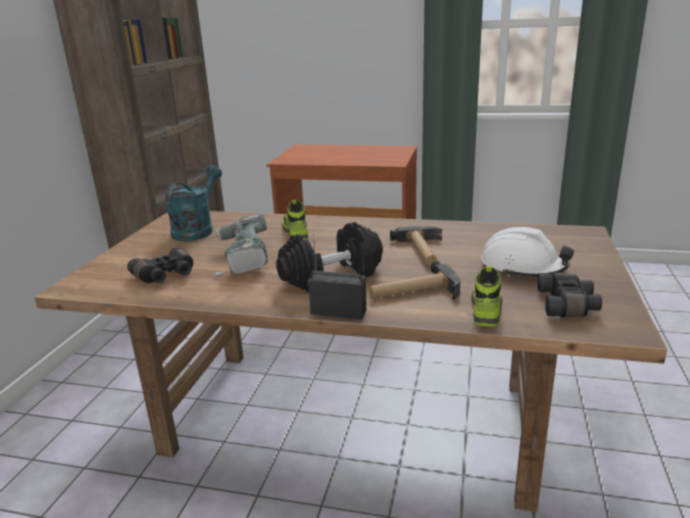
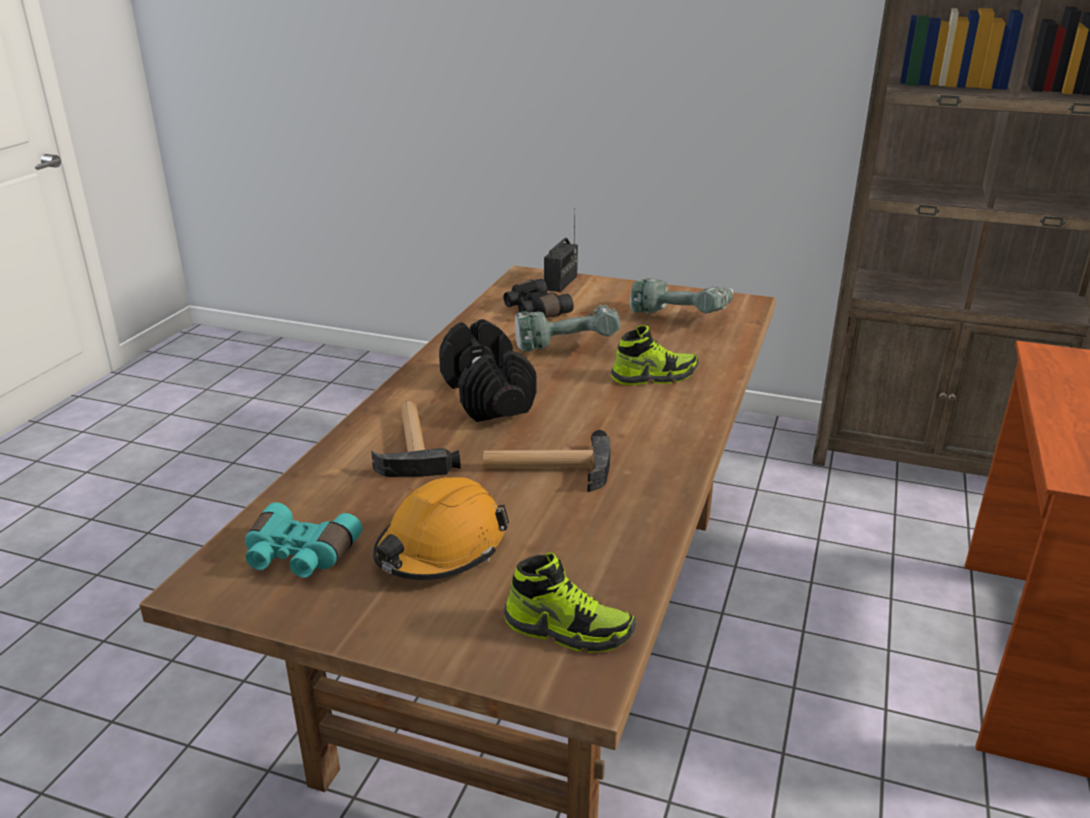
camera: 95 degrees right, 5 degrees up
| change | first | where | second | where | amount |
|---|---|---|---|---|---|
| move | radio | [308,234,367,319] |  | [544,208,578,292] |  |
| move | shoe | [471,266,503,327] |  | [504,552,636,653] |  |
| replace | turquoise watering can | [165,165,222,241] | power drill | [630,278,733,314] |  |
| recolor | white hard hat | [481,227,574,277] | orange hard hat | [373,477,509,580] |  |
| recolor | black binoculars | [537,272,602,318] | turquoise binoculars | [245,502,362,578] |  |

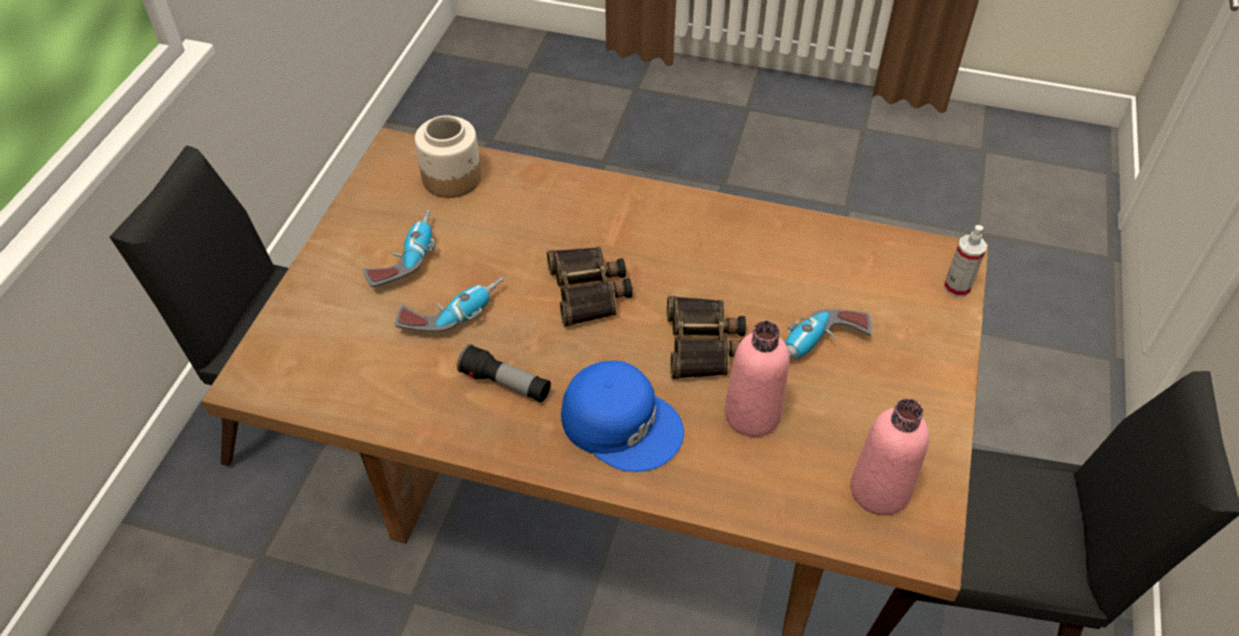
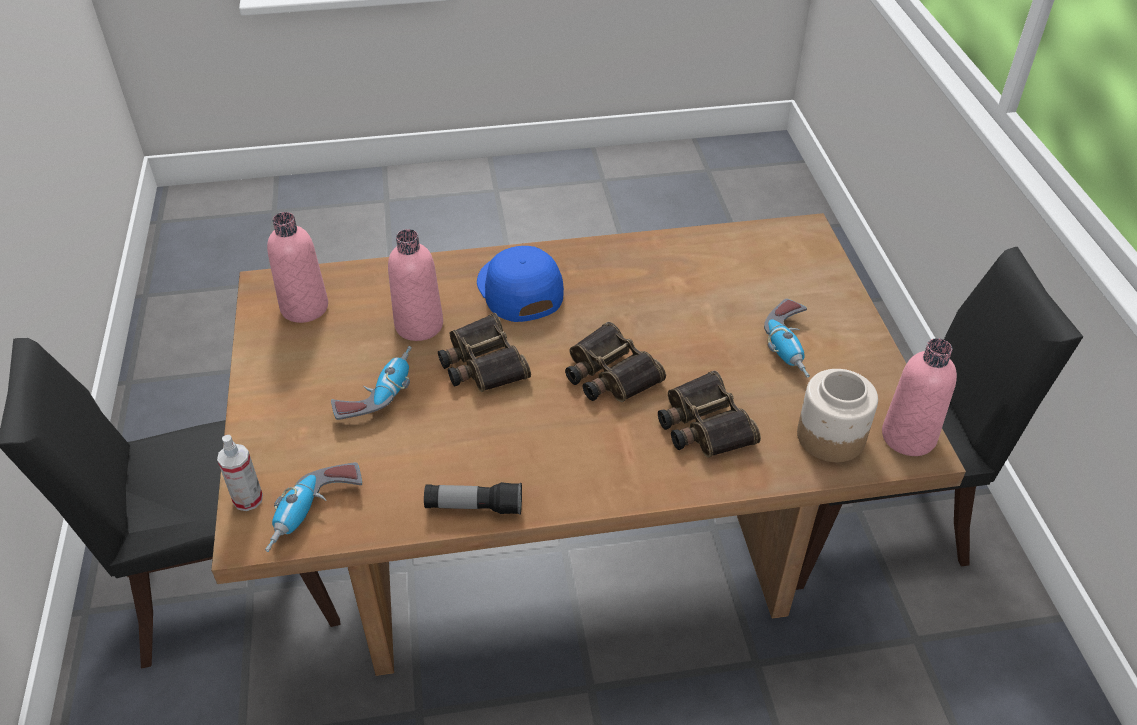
camera: 155 degrees right, 5 degrees down
| change | first | where | second | where | amount |
|---|---|---|---|---|---|
| insert |  |  | binoculars | [658,370,761,458] |  |
| insert |  |  | pink bottle | [882,338,957,456] |  |
| move | power drill | [395,277,504,332] |  | [265,462,362,552] |  |
| move | flashlight | [457,344,551,402] |  | [424,482,522,515] |  |
| rotate | blue cap | [561,361,684,472] |  | [477,246,564,322] | 60 degrees clockwise |

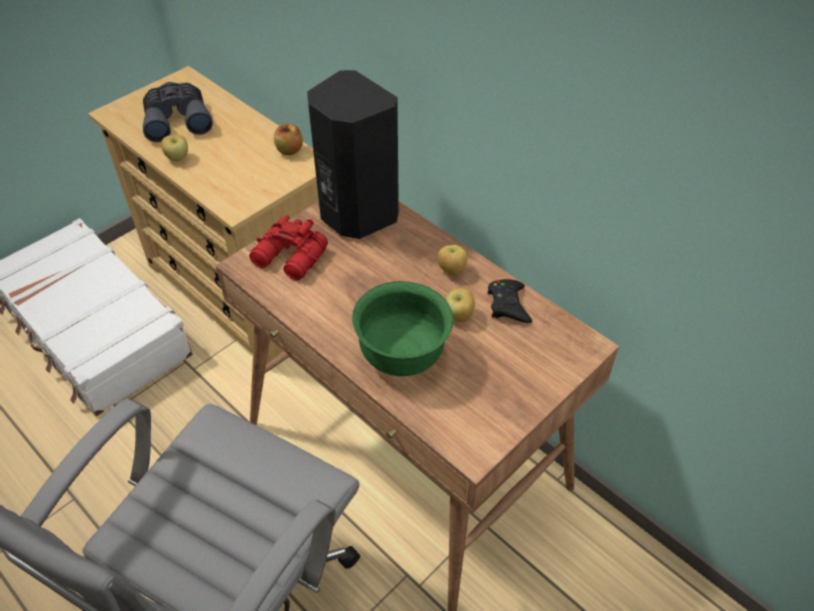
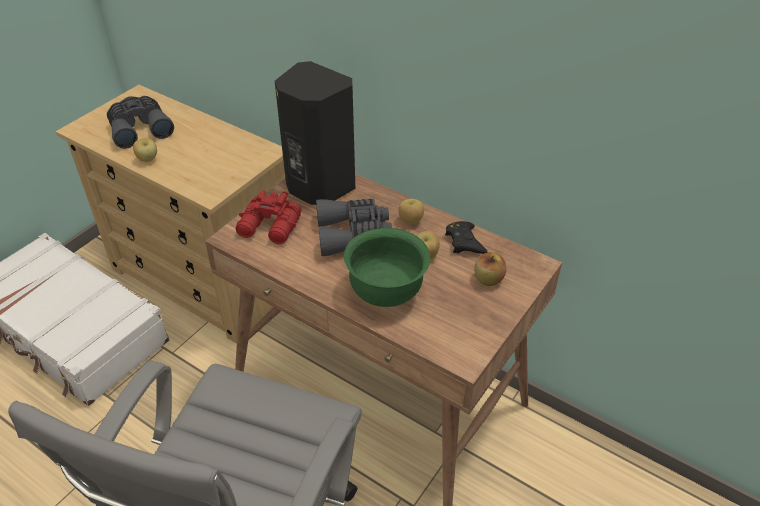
camera: 10 degrees left, 5 degrees down
| change | first | where | second | where | amount |
|---|---|---|---|---|---|
| insert |  |  | grey binoculars | [316,199,392,256] |  |
| move | apple | [274,124,303,155] |  | [474,252,506,286] |  |

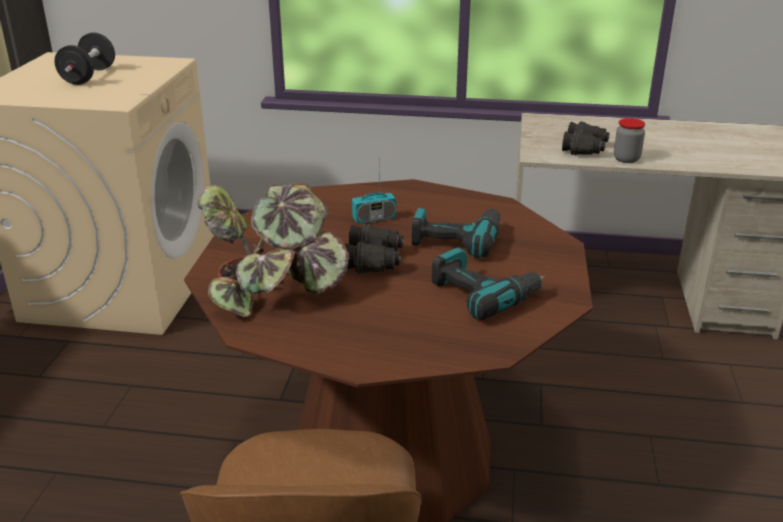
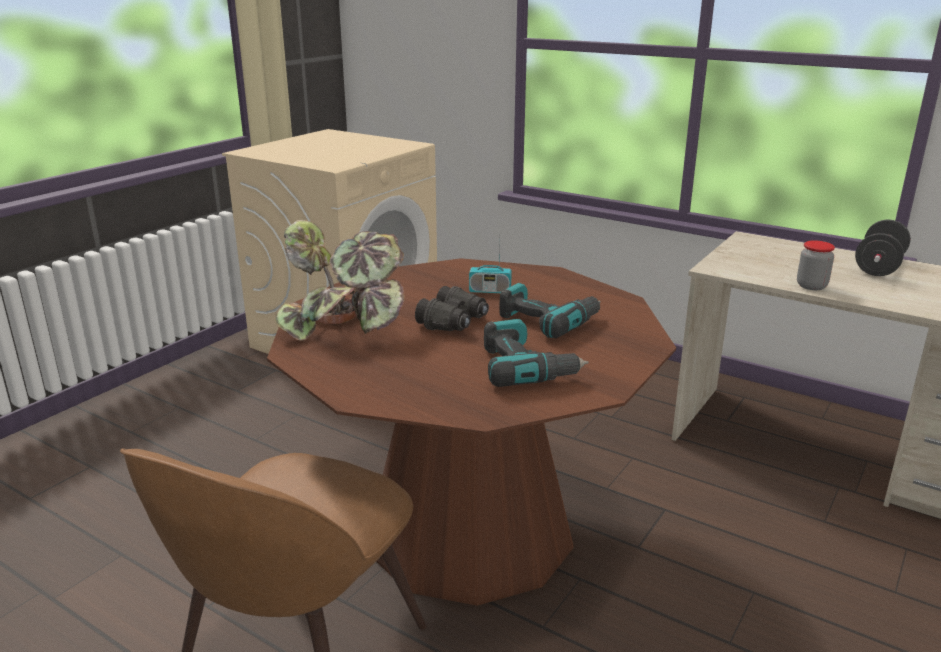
camera: 25 degrees right, 5 degrees down
| change | first | where | second | where | amount |
|---|---|---|---|---|---|
| delete | black binoculars | [562,121,610,155] |  |  |  |
| move | black dumbbell | [54,32,115,85] |  | [855,219,911,276] |  |

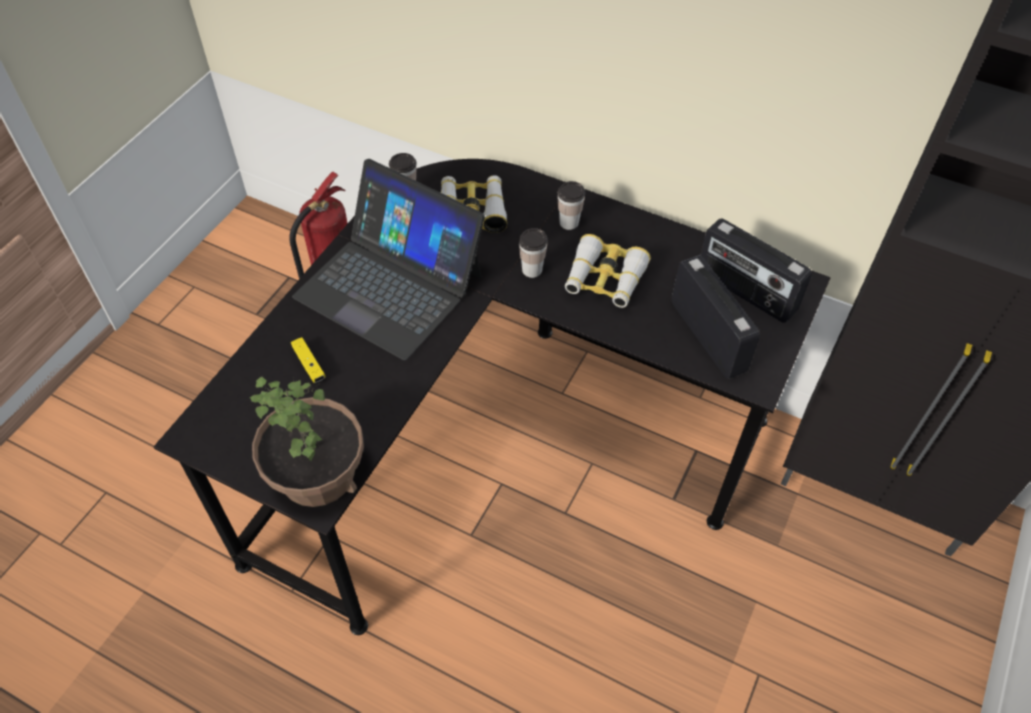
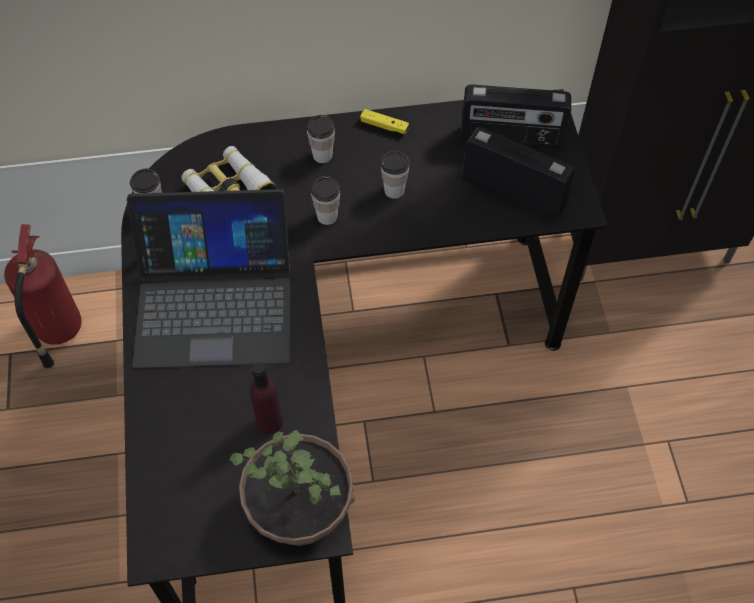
camera: 35 degrees left, 5 degrees up
| change | first | where | second | where | amount |
|---|---|---|---|---|---|
| insert |  |  | purple bottle | [250,362,283,434] |  |
| move | yellow game controller | [291,337,325,383] |  | [360,109,409,134] |  |
| replace | binoculars | [565,234,651,308] | cup | [380,151,410,199] |  |

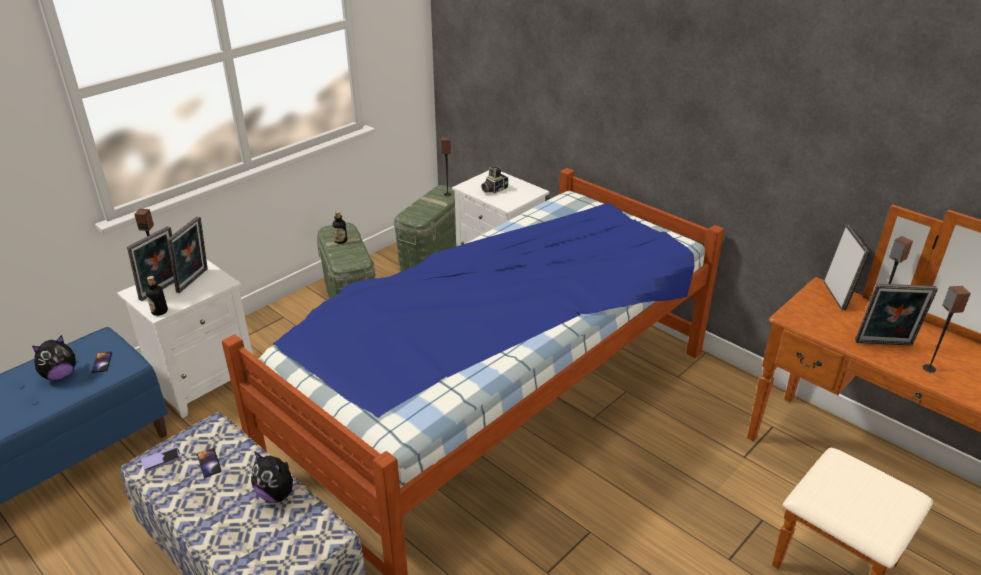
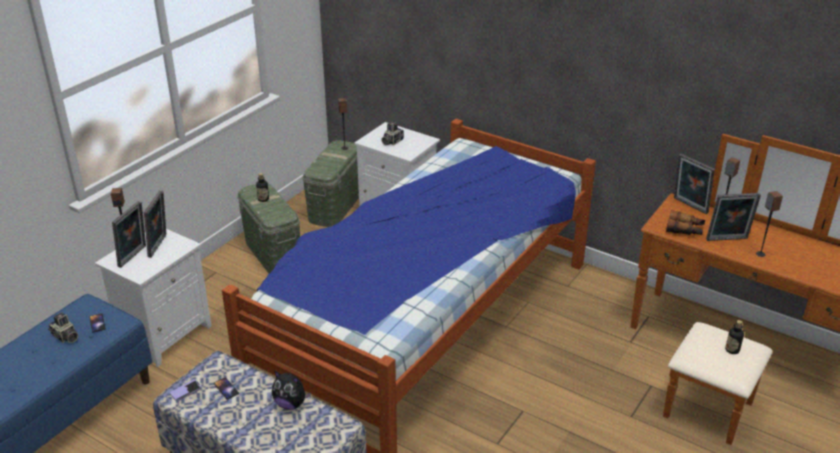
camera: 10 degrees left, 0 degrees up
| change | first | where | second | where | amount |
|---|---|---|---|---|---|
| insert |  |  | binoculars | [666,210,705,235] |  |
| move | bottle | [146,276,168,316] |  | [725,320,744,354] |  |
| replace | plush toy | [32,335,76,380] | photo camera | [48,312,78,343] |  |
| rotate | picture frame | [823,225,871,310] |  | [674,154,715,214] | 150 degrees clockwise |

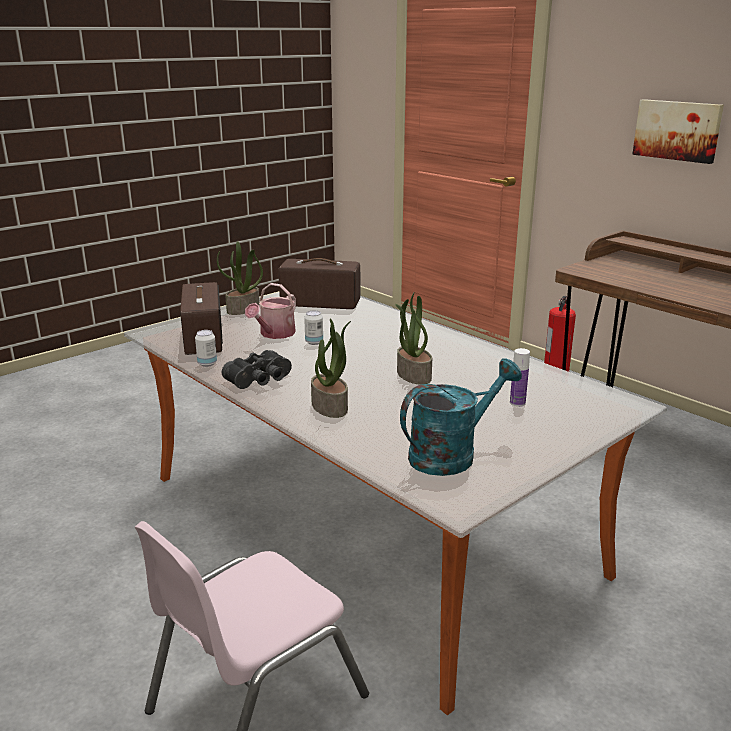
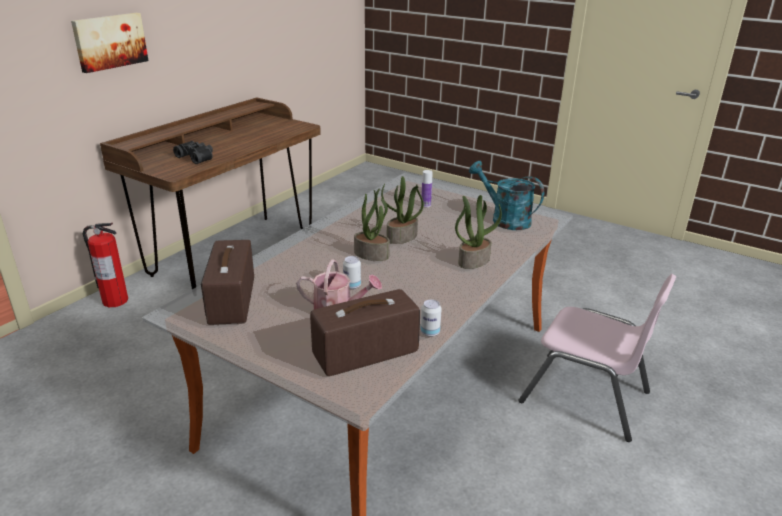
camera: 105 degrees left, 5 degrees up
| change | first | where | second | where | amount |
|---|---|---|---|---|---|
| move | potted plant | [217,241,263,315] |  | [354,188,390,261] |  |
| move | black binoculars | [222,350,292,389] |  | [173,141,213,164] |  |

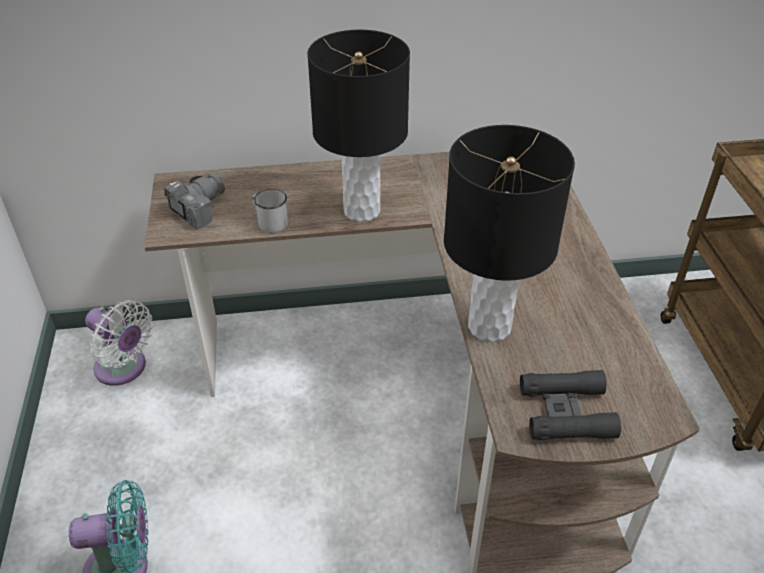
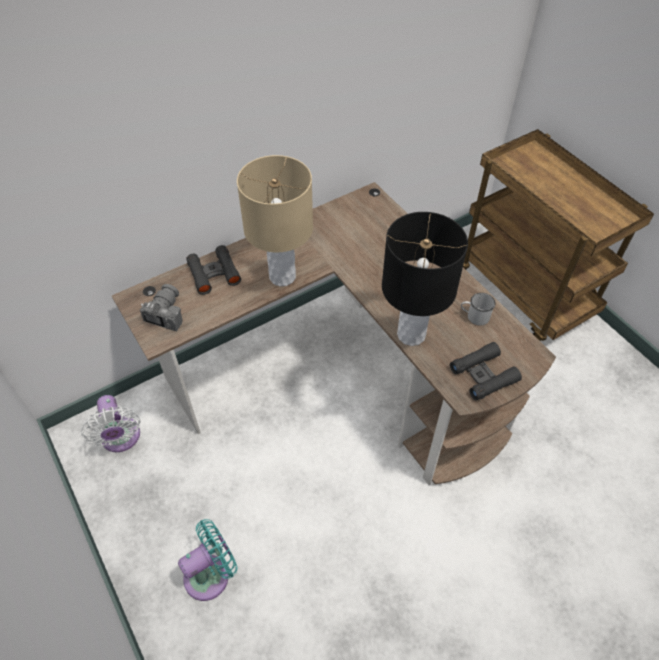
camera: 25 degrees left, 10 degrees up
| change | first | where | second | where | amount |
|---|---|---|---|---|---|
| insert |  |  | black binoculars | [186,245,241,295] |  |
| move | white mug | [251,189,288,233] |  | [461,293,496,326] |  |
| recolor | black table lamp | [307,29,410,222] | beige table lamp | [237,155,313,286] |  |
| rotate | white fan | [85,300,153,386] |  | [81,395,140,452] | 60 degrees clockwise |

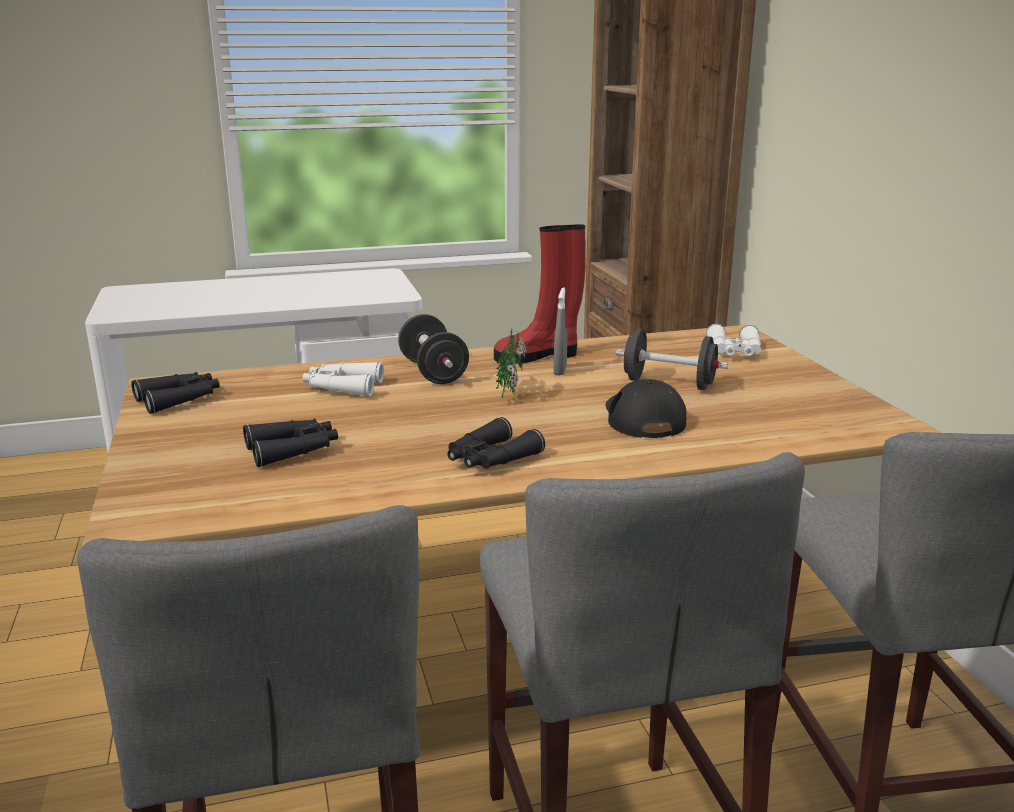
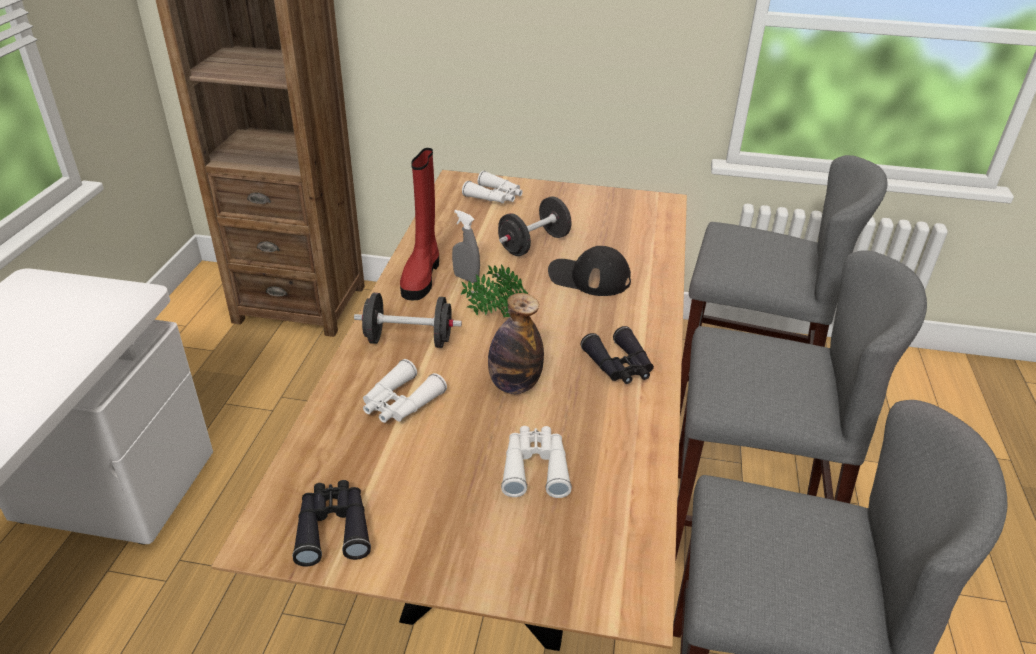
camera: 65 degrees left, 15 degrees up
| change | first | where | second | where | amount |
|---|---|---|---|---|---|
| insert |  |  | bottle | [488,293,544,394] |  |
| recolor | black binoculars | [243,419,338,467] | white binoculars | [501,426,572,498] |  |

